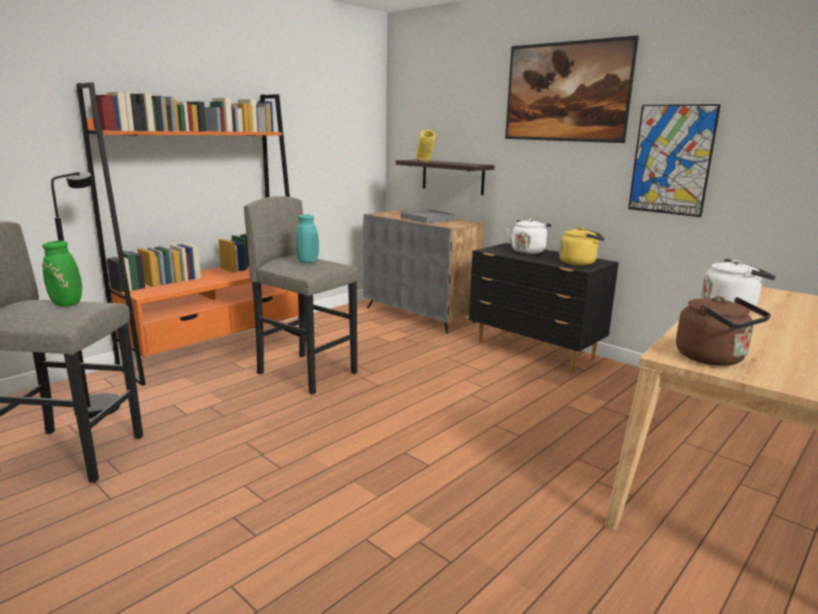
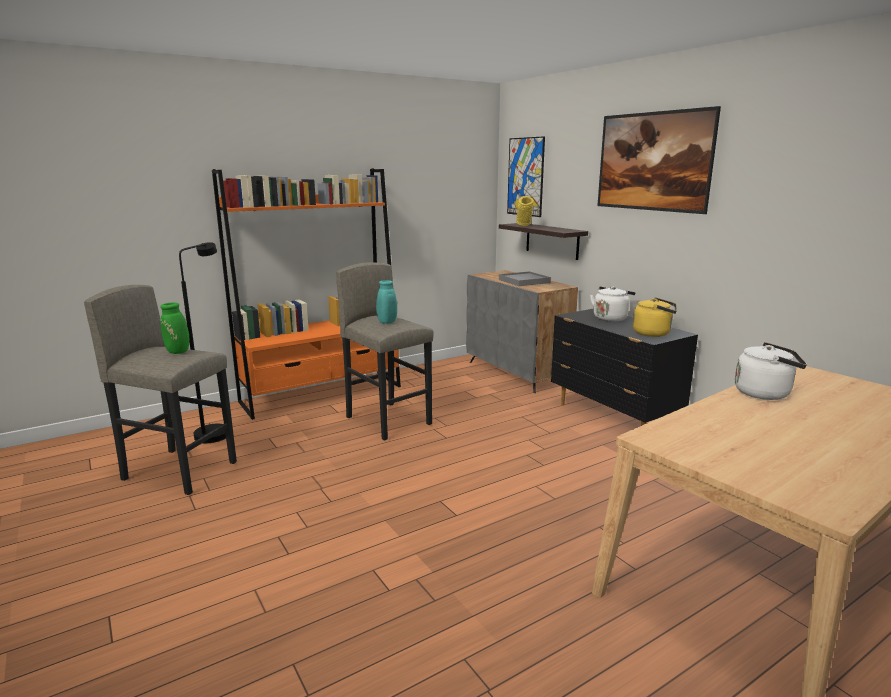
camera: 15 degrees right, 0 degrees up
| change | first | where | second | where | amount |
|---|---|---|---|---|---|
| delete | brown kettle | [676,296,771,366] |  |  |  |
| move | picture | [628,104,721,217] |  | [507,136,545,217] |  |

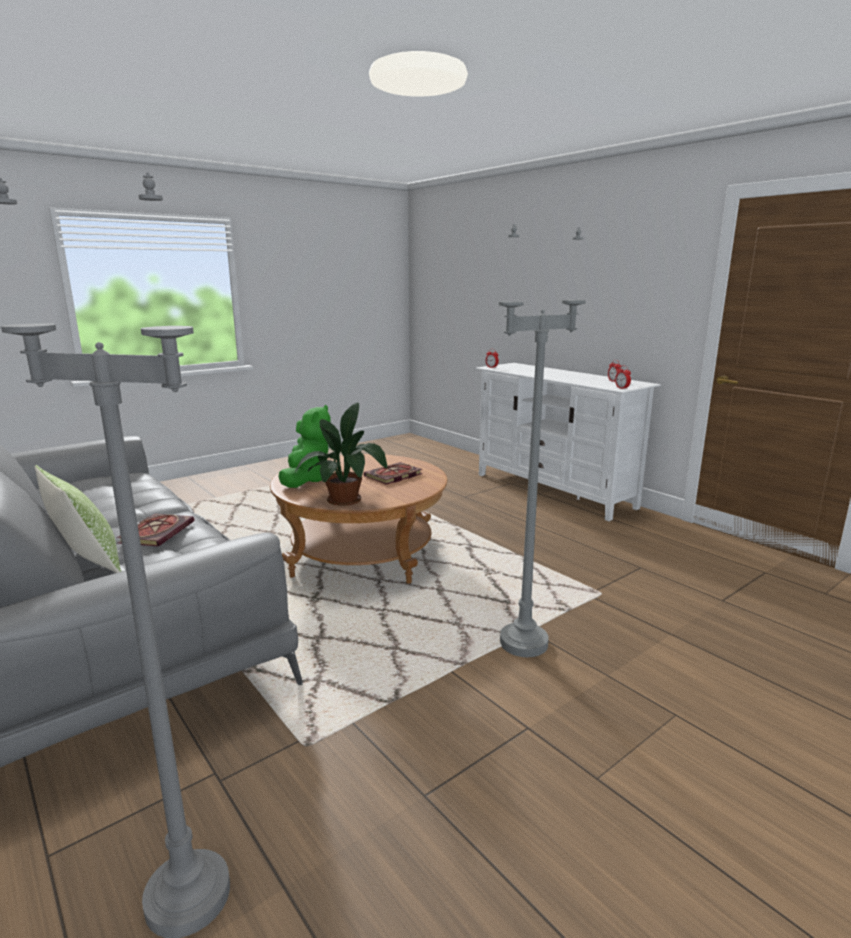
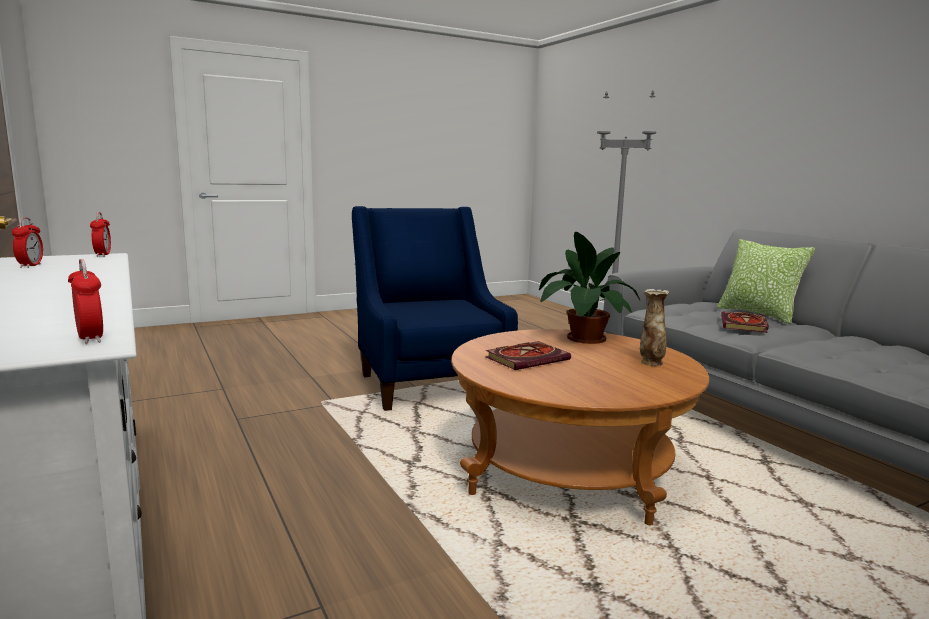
camera: 170 degrees left, 5 degrees down
| change | first | where | second | where | amount |
|---|---|---|---|---|---|
| replace | green plush toy | [278,405,331,488] | vase | [640,289,669,366] |  |
| replace | grey floor lamp | [498,224,586,657] | blue armchair | [352,206,518,411] |  |

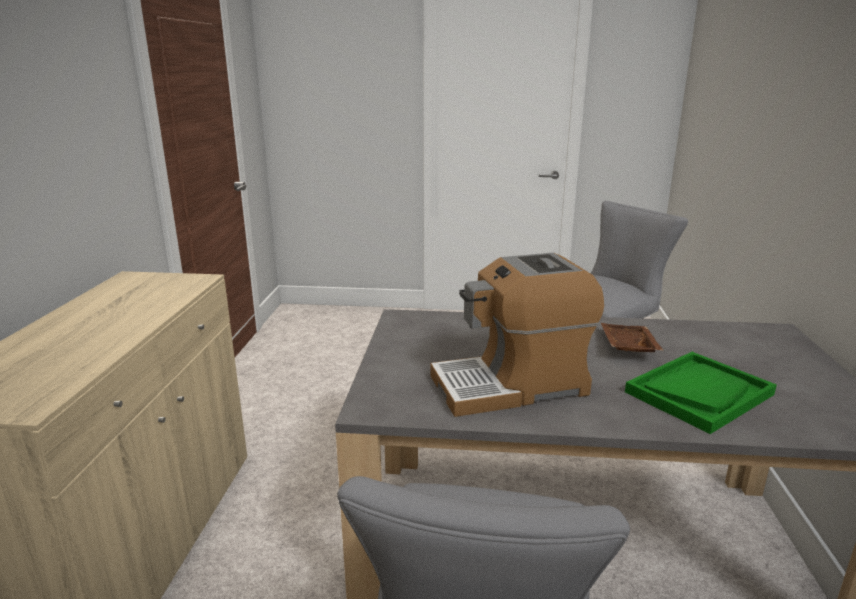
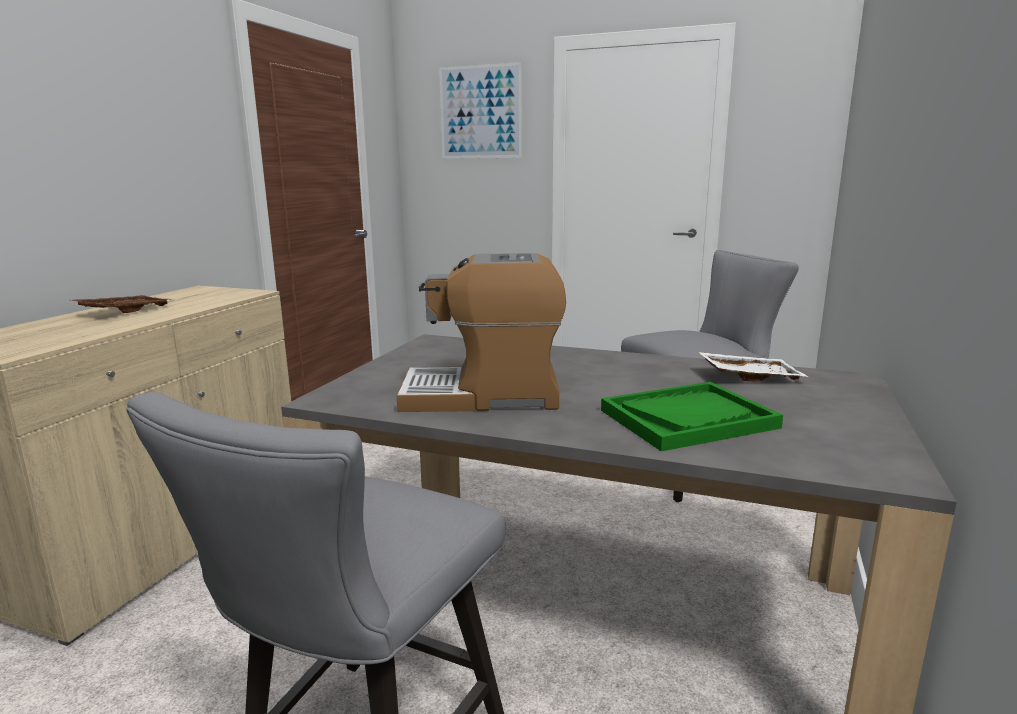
camera: 15 degrees right, 5 degrees down
| change | first | where | second | where | amount |
|---|---|---|---|---|---|
| insert |  |  | picture | [439,62,522,159] |  |
| insert |  |  | white tray | [699,352,808,382] |  |
| move | brown tray | [601,323,664,352] |  | [72,295,174,313] |  |

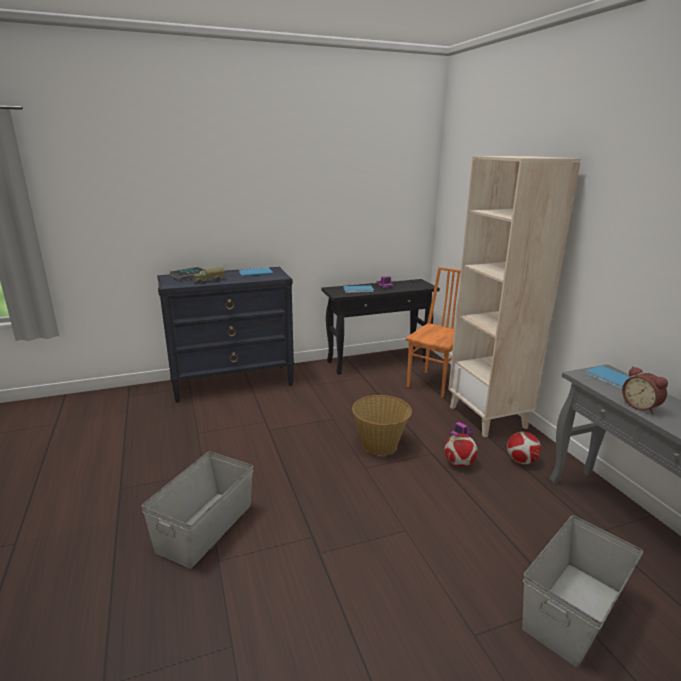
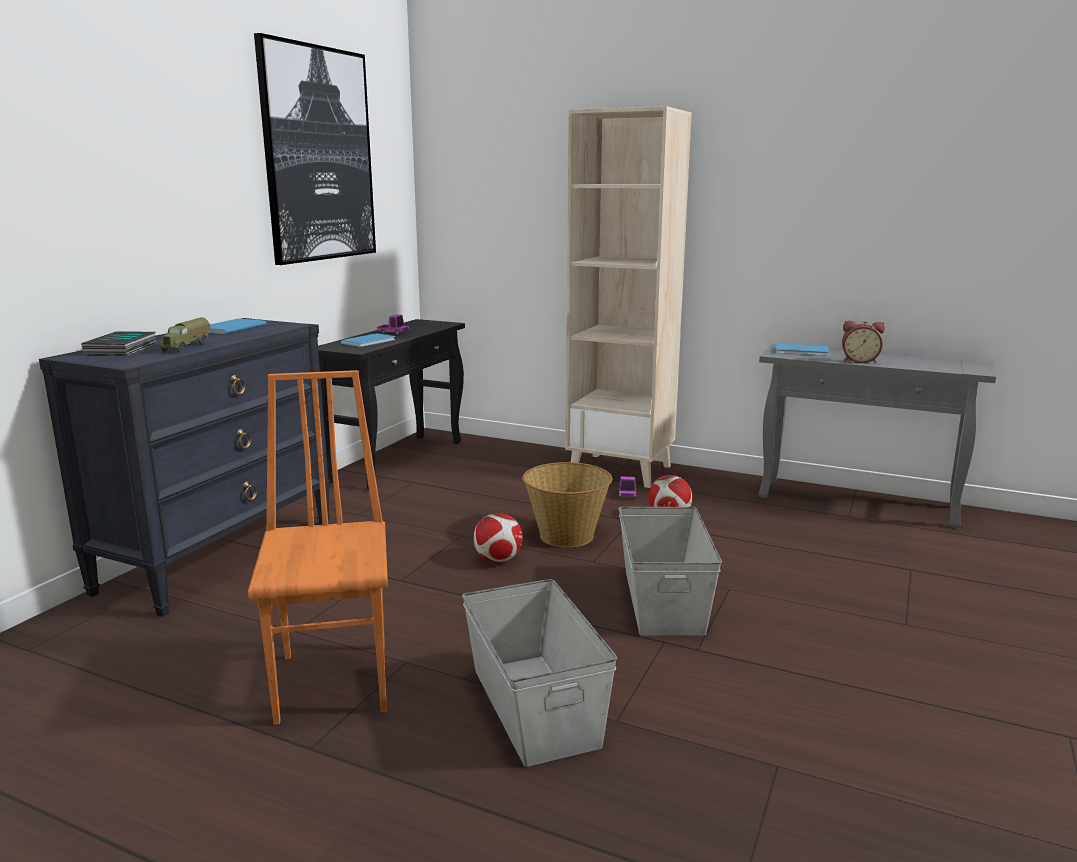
camera: 45 degrees left, 5 degrees down
| change | first | where | second | where | amount |
|---|---|---|---|---|---|
| insert |  |  | picture | [254,33,376,265] |  |
| move | orange chair | [406,267,461,398] |  | [248,370,388,725] |  |
| move | football | [507,432,541,464] |  | [473,513,523,563] |  |
| move | grey storage box | [522,515,643,667] |  | [618,507,722,636] |  |

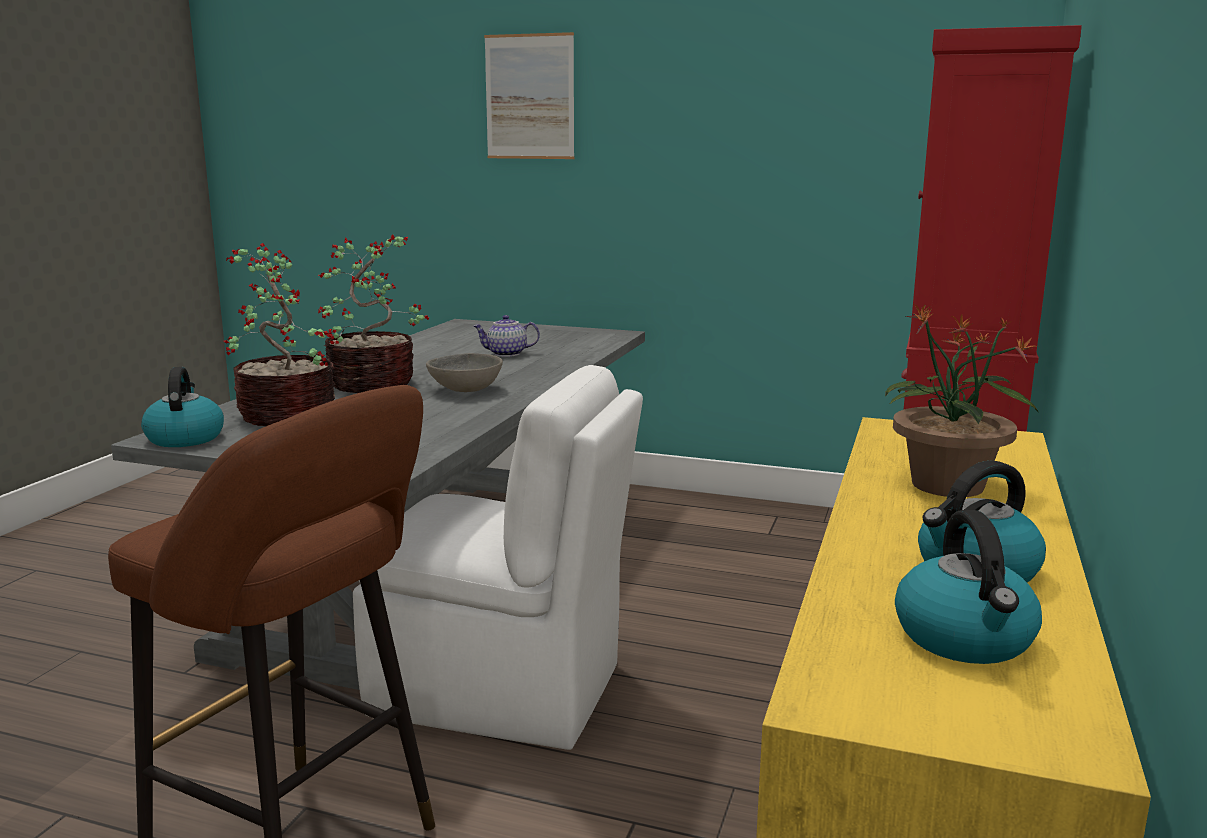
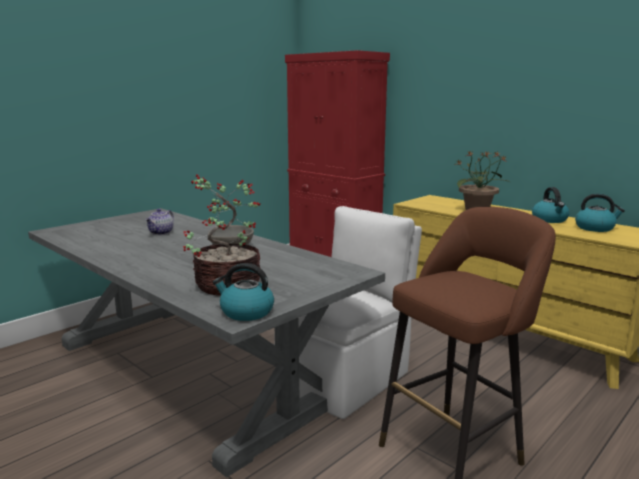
camera: 65 degrees left, 0 degrees up
| change | first | where | second | where | amount |
|---|---|---|---|---|---|
| delete | potted plant | [318,234,429,393] |  |  |  |
| delete | picture | [484,32,575,159] |  |  |  |

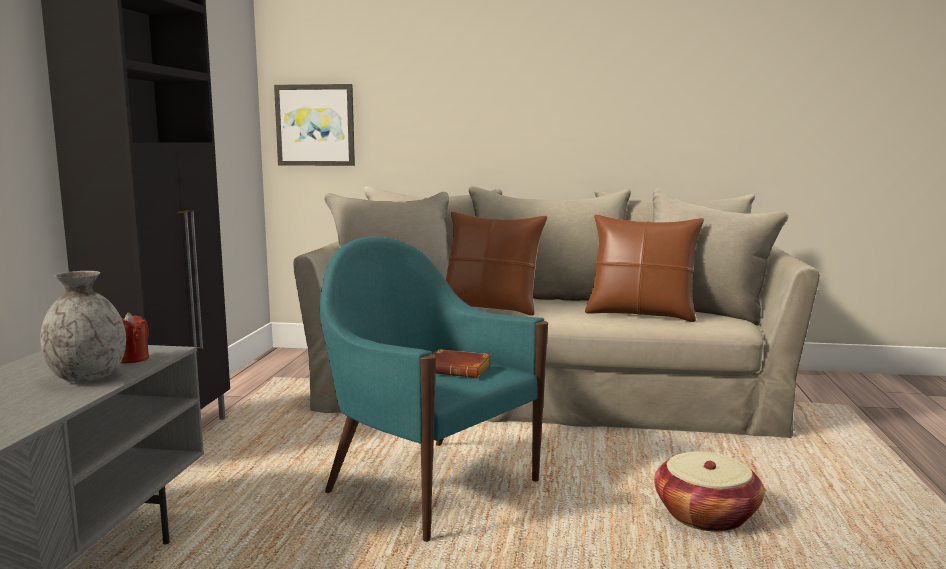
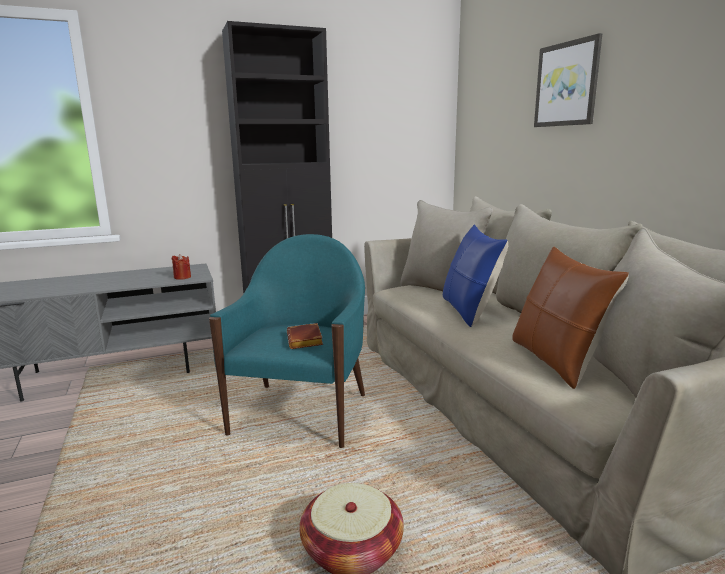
camera: 60 degrees right, 5 degrees up
| change | first | where | second | where | amount |
|---|---|---|---|---|---|
| delete | grey vase | [40,271,126,382] |  |  |  |
| move | picture | [274,84,355,166] |  | [534,33,602,127] |  |
| recolor | brown pillow | [446,212,547,316] | blue pillow | [443,224,508,327] |  |

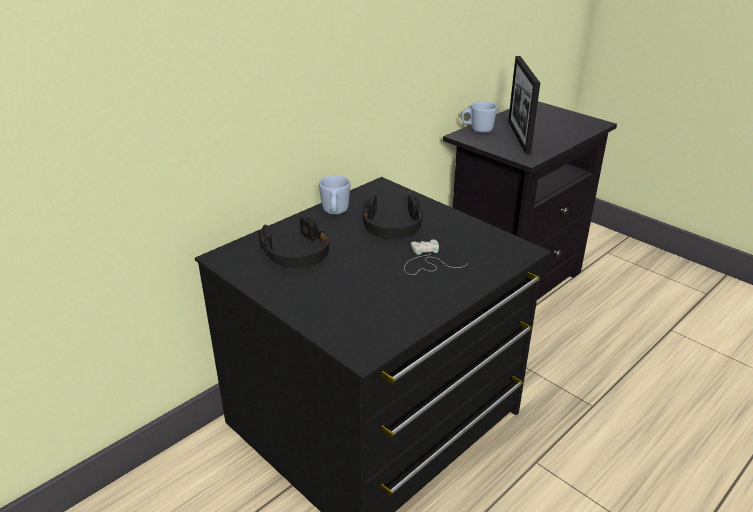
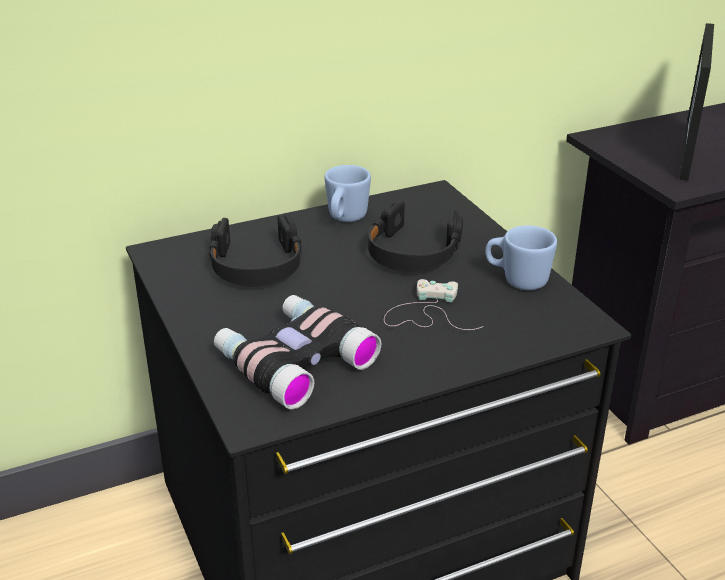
camera: 20 degrees right, 0 degrees up
| change | first | where | second | where | amount |
|---|---|---|---|---|---|
| insert |  |  | binoculars | [214,295,381,410] |  |
| move | blue mug | [461,101,497,133] |  | [485,225,557,290] |  |

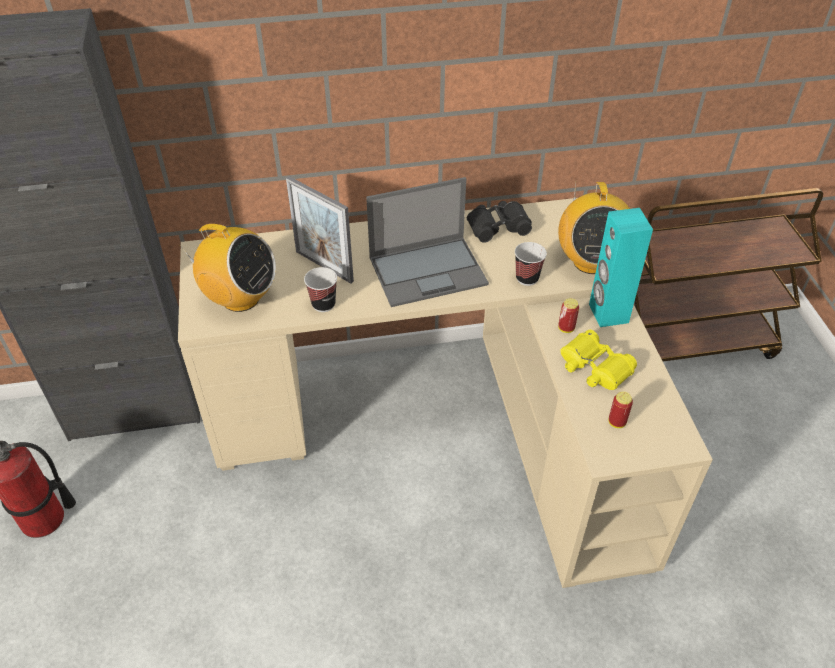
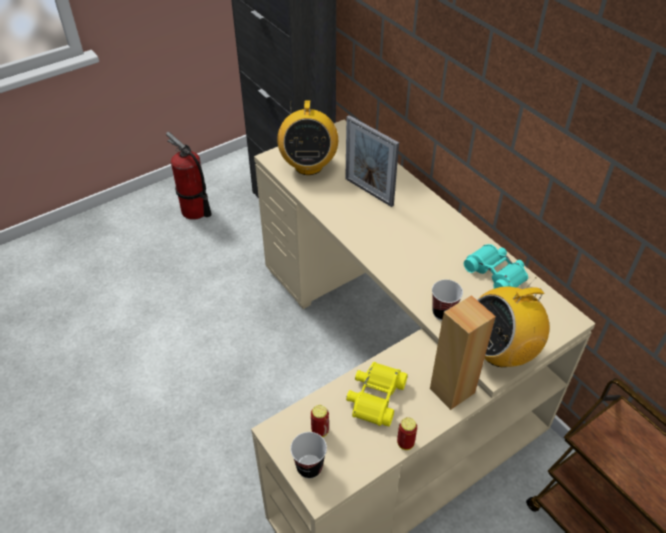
camera: 65 degrees right, 0 degrees up
| change | first | where | second | where | amount |
|---|---|---|---|---|---|
| delete | laptop | [366,177,489,307] |  |  |  |
| move | cup | [304,267,337,312] |  | [290,432,327,478] |  |
| move | can | [558,298,579,333] |  | [397,417,417,450] |  |
| recolor | black binoculars | [467,201,532,243] | turquoise binoculars | [464,244,528,289] |  |
| recolor | turquoise speaker | [589,208,653,327] | brown speaker | [430,295,496,410] |  |
| rotate | picture frame | [286,176,354,284] |  | [345,115,399,207] | 60 degrees counterclockwise |

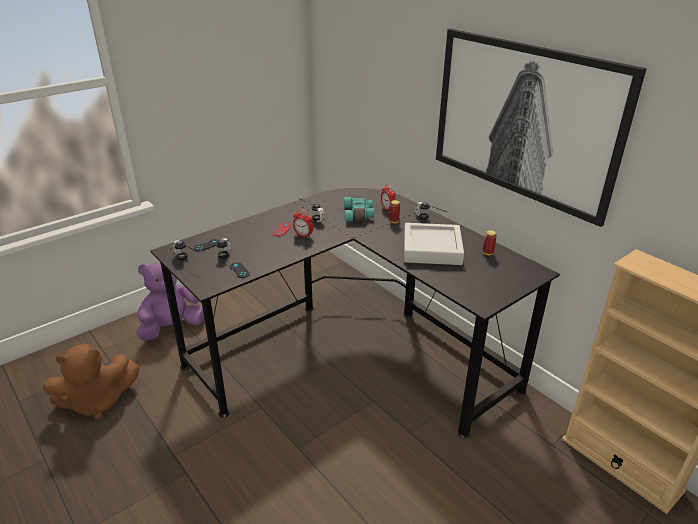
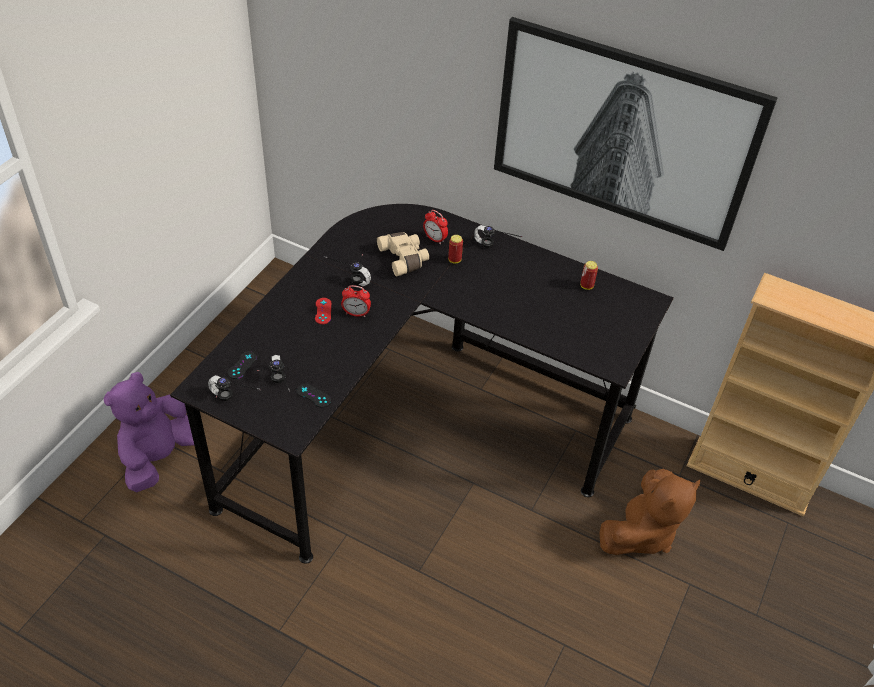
camera: 25 degrees left, 15 degrees up
| change | first | where | second | where | amount |
|---|---|---|---|---|---|
| delete | grey tray | [404,223,464,265] |  |  |  |
| move | brown plush toy | [43,344,139,419] |  | [600,469,701,555] |  |
| recolor | turquoise binoculars | [344,196,374,222] | beige binoculars | [377,232,429,276] |  |

